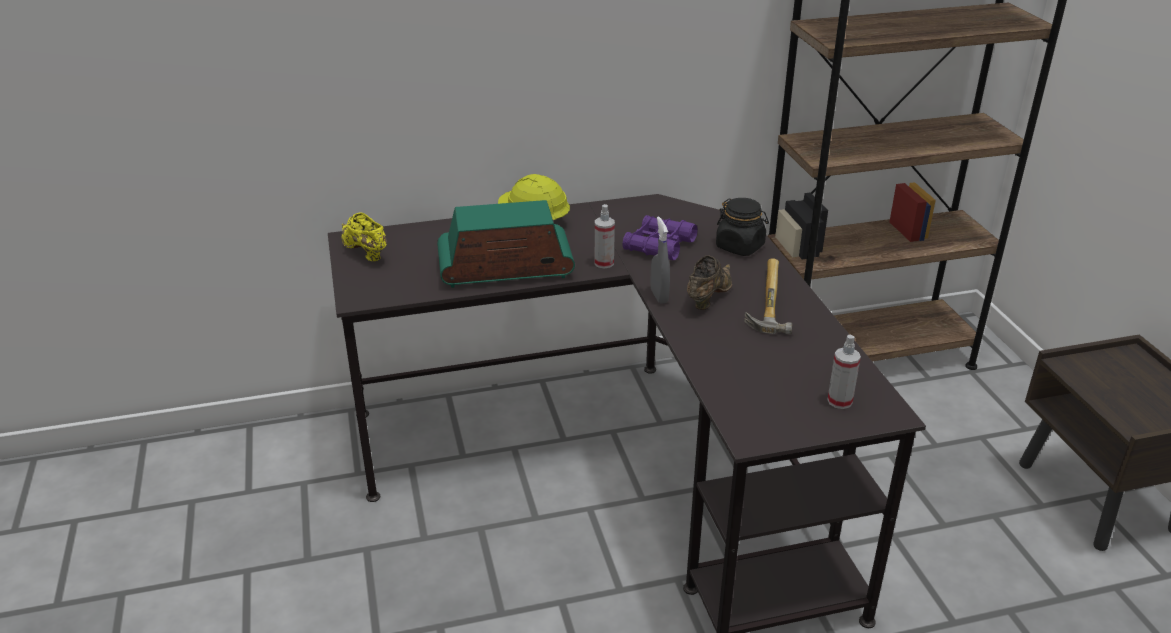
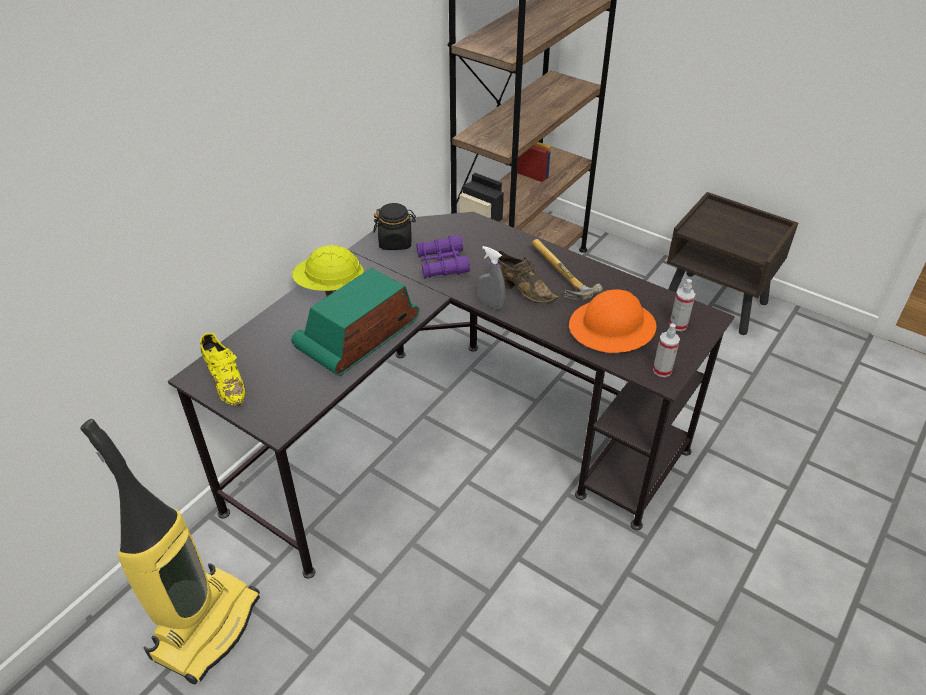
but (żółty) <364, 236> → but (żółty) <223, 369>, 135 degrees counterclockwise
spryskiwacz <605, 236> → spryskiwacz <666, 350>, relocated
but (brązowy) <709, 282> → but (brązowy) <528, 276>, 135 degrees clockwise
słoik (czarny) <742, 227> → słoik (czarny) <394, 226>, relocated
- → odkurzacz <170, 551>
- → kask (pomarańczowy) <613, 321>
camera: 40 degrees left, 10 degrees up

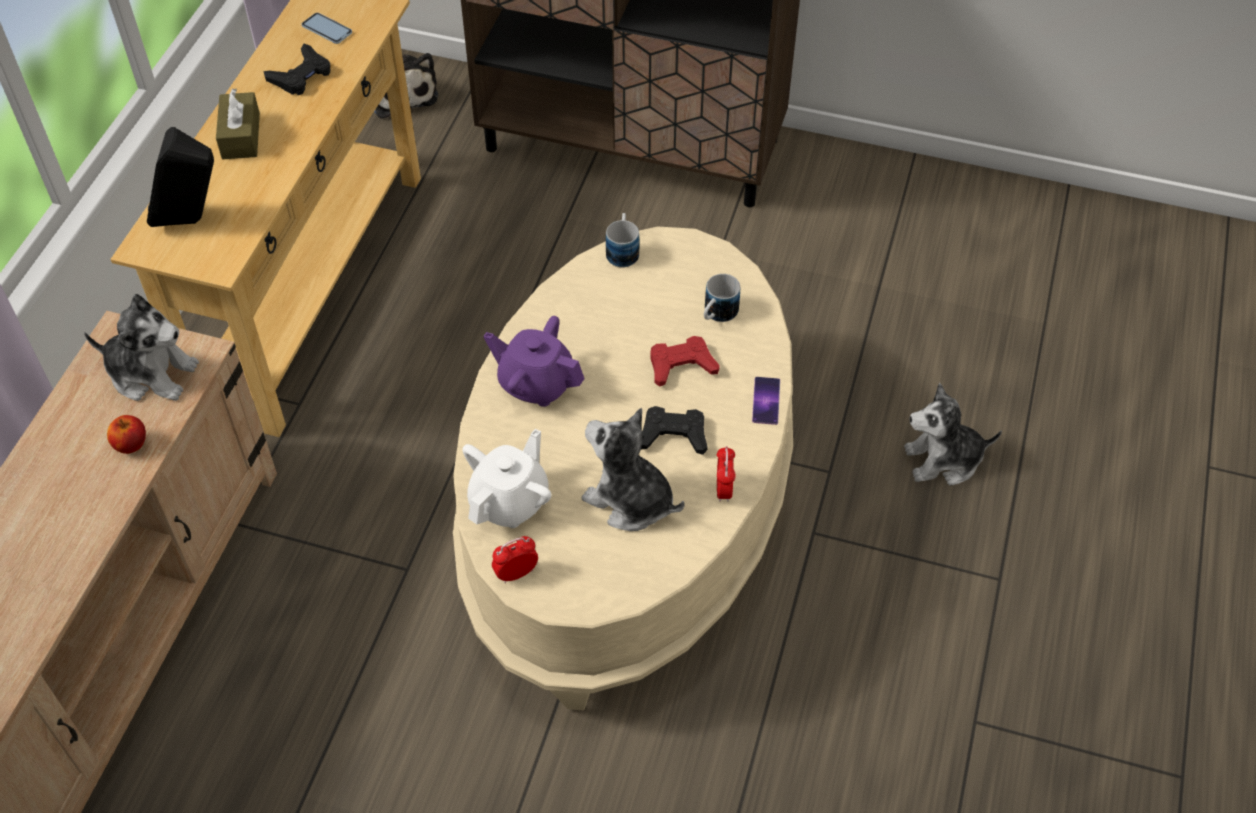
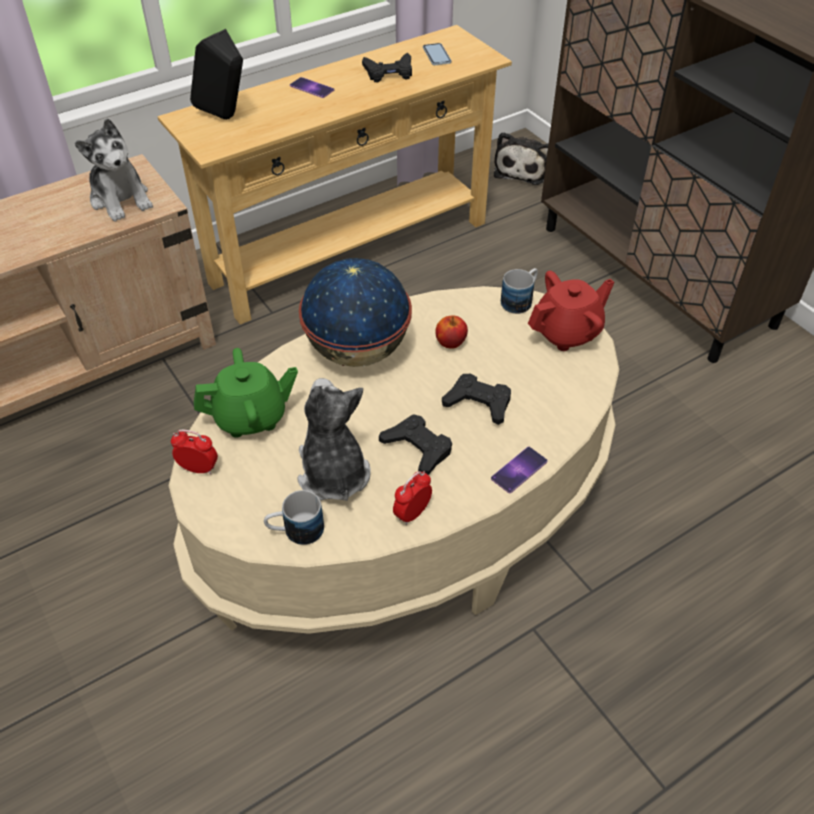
jabłko <126, 434> → jabłko <451, 332>, relocated
pudełko chusteczek (brązowy) <238, 123> → telefon <312, 87>
imbryk (biały) <506, 478> → imbryk (zielony) <246, 393>
imbryk (fioletowy) <534, 361> → globus <355, 312>
pad do gier (czerwony) <685, 361> → pad do gier (czarny) <476, 399>
kubek <722, 298> → kubek <294, 517>, relocated
pluszak <953, 434> → -
- → imbryk (czerwony) <571, 311>
camera: 40 degrees right, 5 degrees down

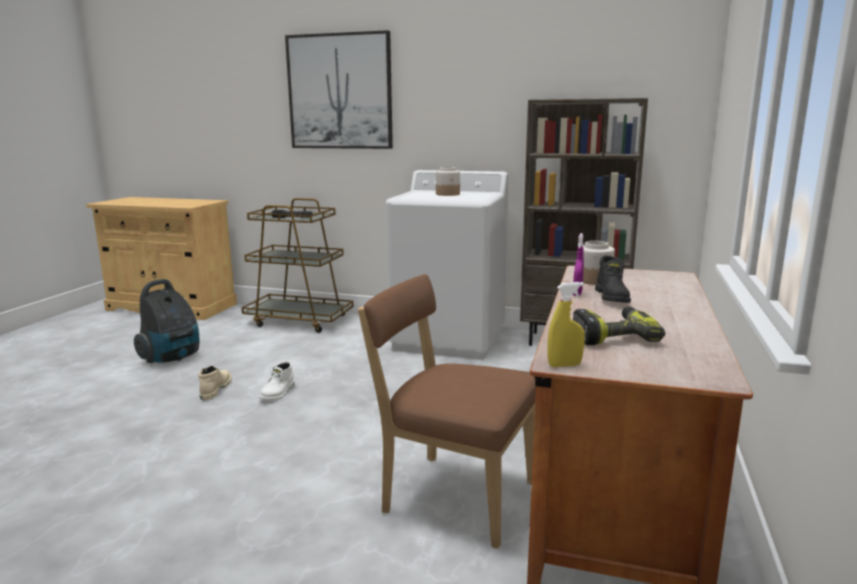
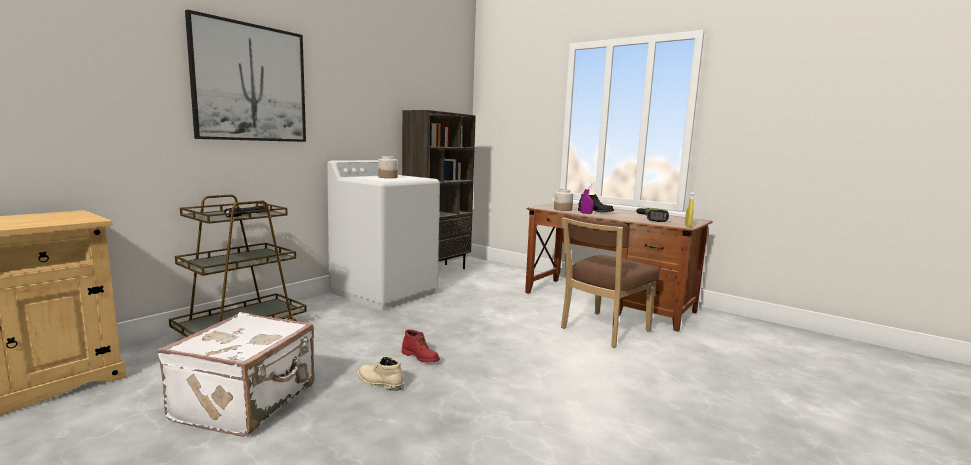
odkurzacz <166, 321> → walizka (biały) <235, 374>
but z cholewką (biały) <276, 381> → but z cholewką (czerwony) <421, 346>
camera: 70 degrees left, 5 degrees down

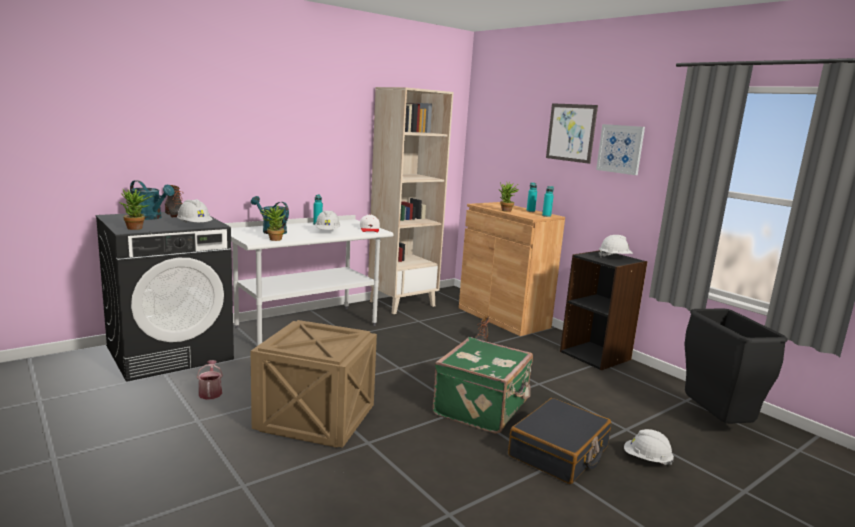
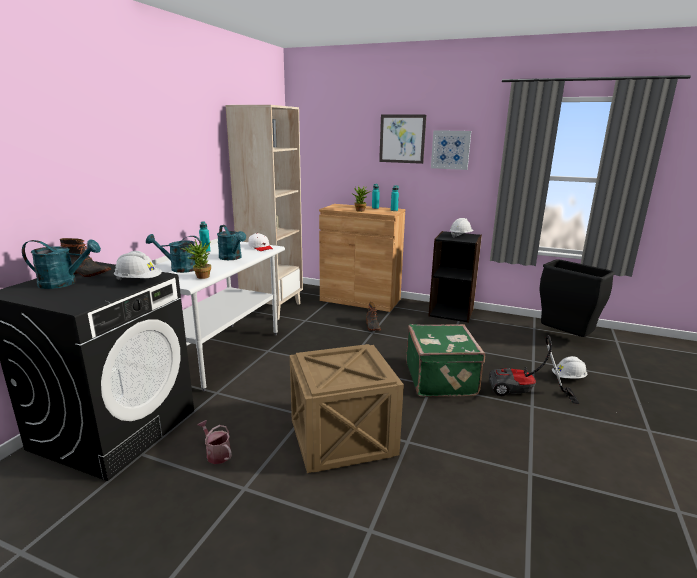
roślina doniczkowa <135, 209> → -
kask (biały) <327, 220> → konewka (turkusowy) <231, 242>
walizka (czarny) <559, 441> → odkurzacz <534, 369>
camera: 30 degrees left, 5 degrees up

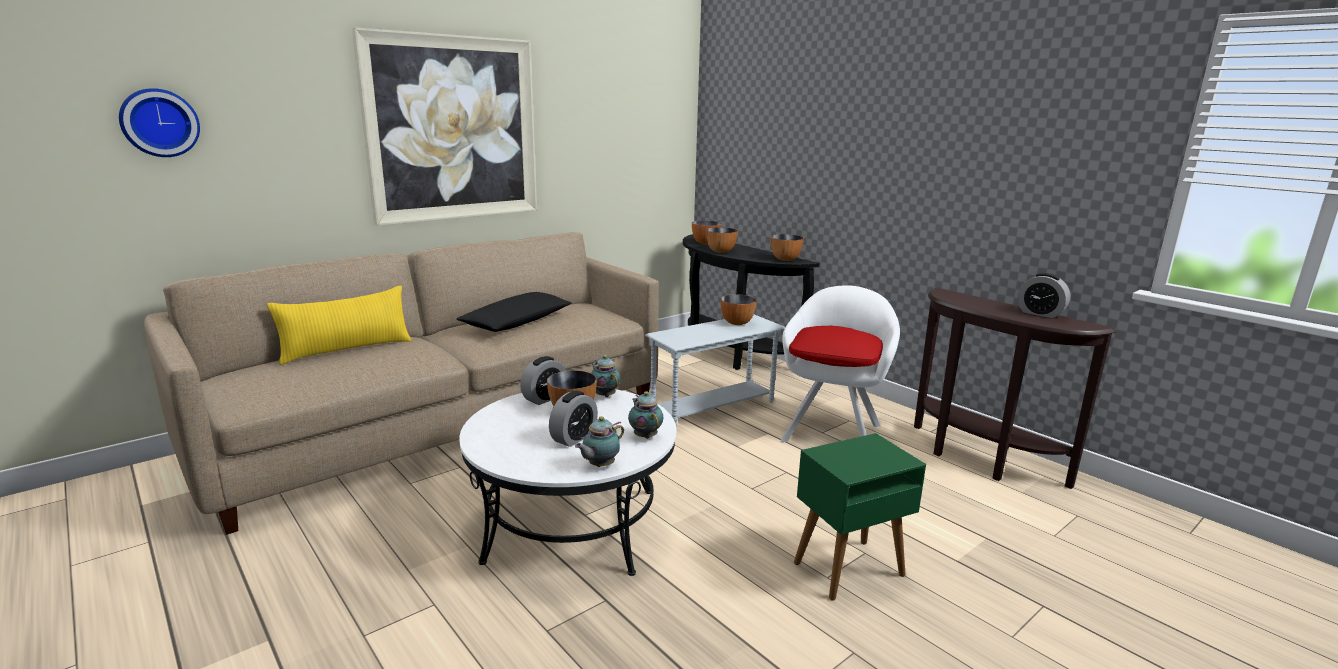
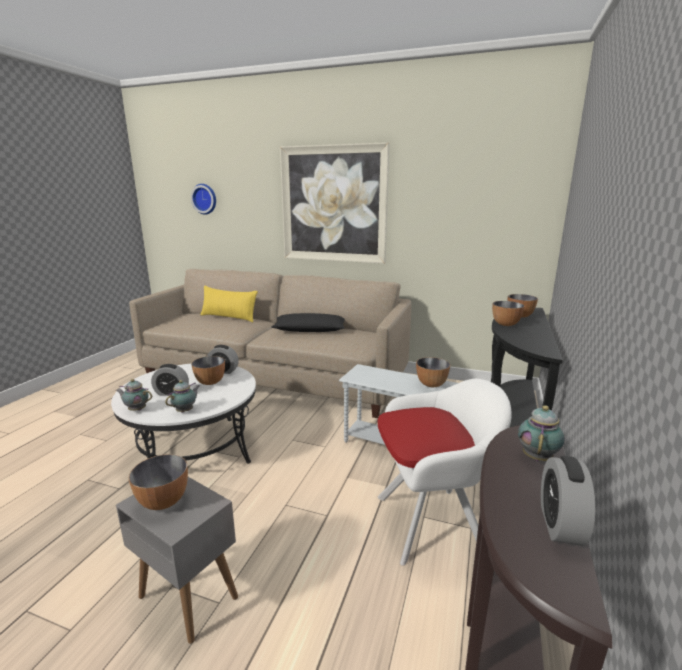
imbryk <606, 376> → imbryk <541, 433>, relocated
miska <787, 247> → miska <158, 482>, relocated
stolik (zielony) <860, 516> → stolik (szary) <177, 560>
camera: 60 degrees right, 0 degrees up

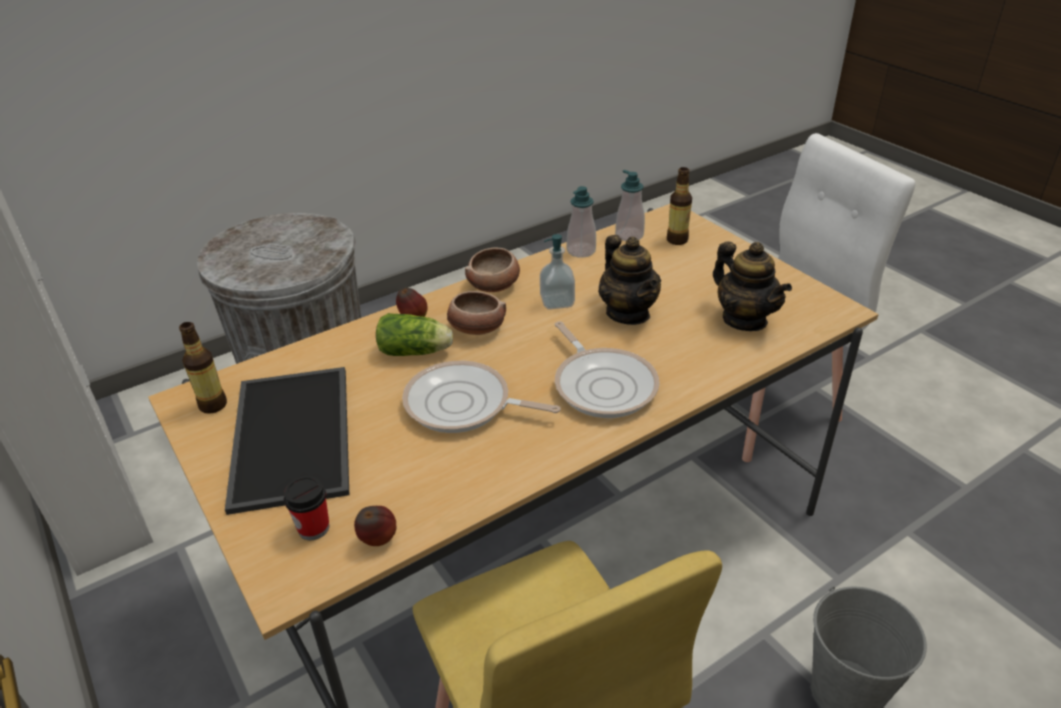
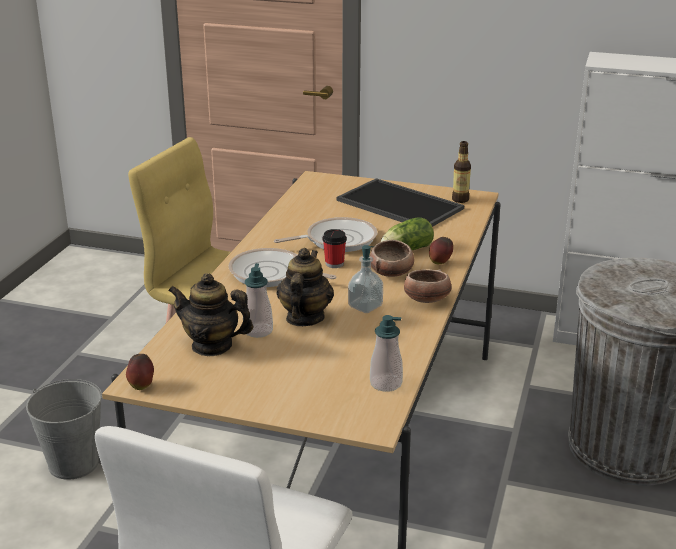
filiżanka <306, 508> → filiżanka <335, 248>, relocated
jabłko <375, 526> → jabłko <140, 372>, relocated
dozownik mydła <581, 222> → dozownik mydła <259, 300>, relocated
imbryk <629, 280> → imbryk <305, 287>, 75 degrees clockwise
butelka <679, 206> → -
camera: 140 degrees right, 10 degrees down

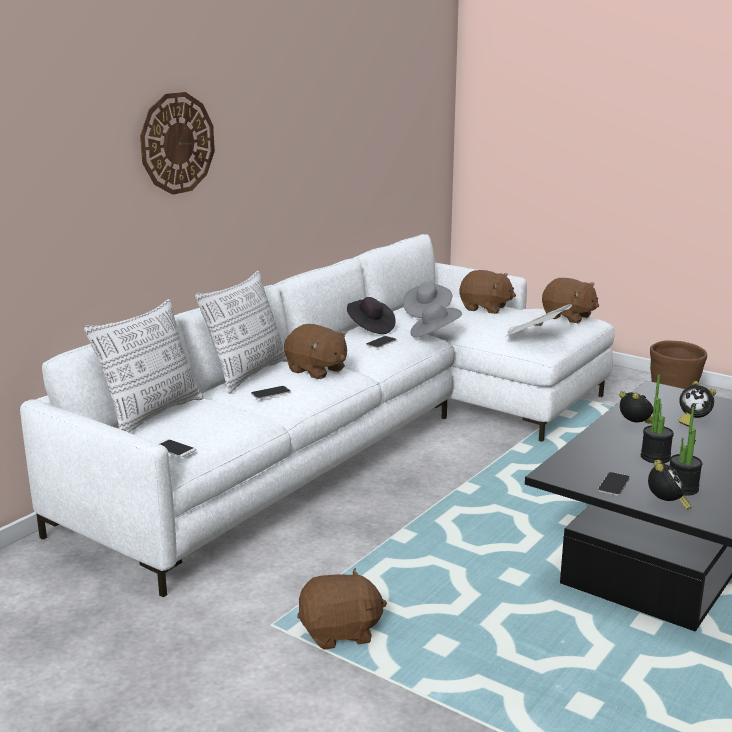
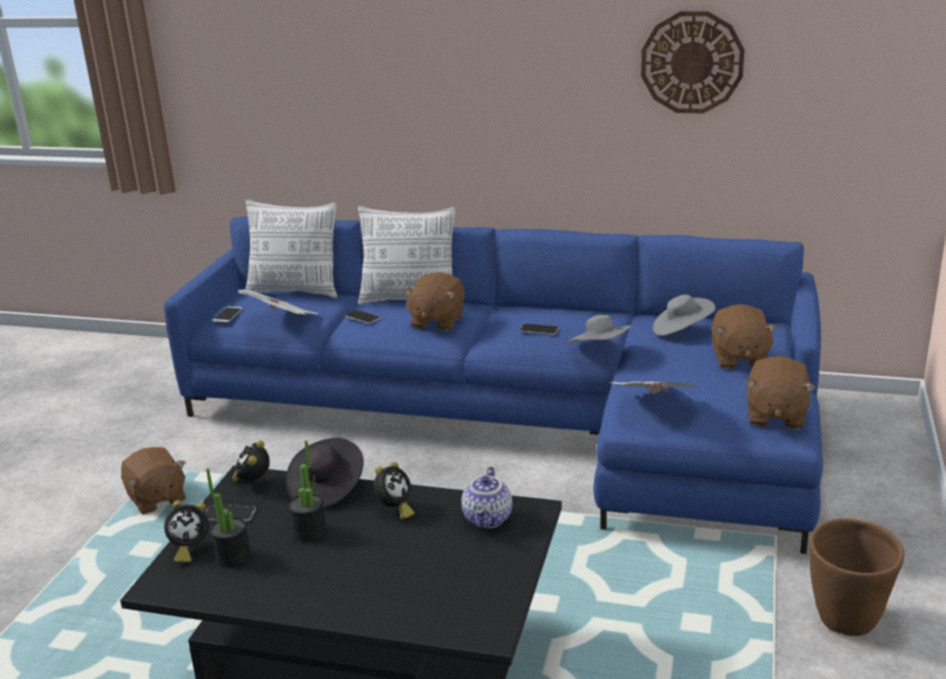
kanapa (biały) <317, 415> → kanapa (niebieski) <493, 385>
zegar ścienny <177, 143> → zegar ścienny <693, 62>, relocated
kapelusz (czarny) <371, 315> → kapelusz (czarny) <325, 473>, relocated
budzik <697, 404> → budzik <251, 461>, relocated
- → gazeta <277, 302>
- → imbryk <486, 497>
camera: 70 degrees right, 5 degrees up

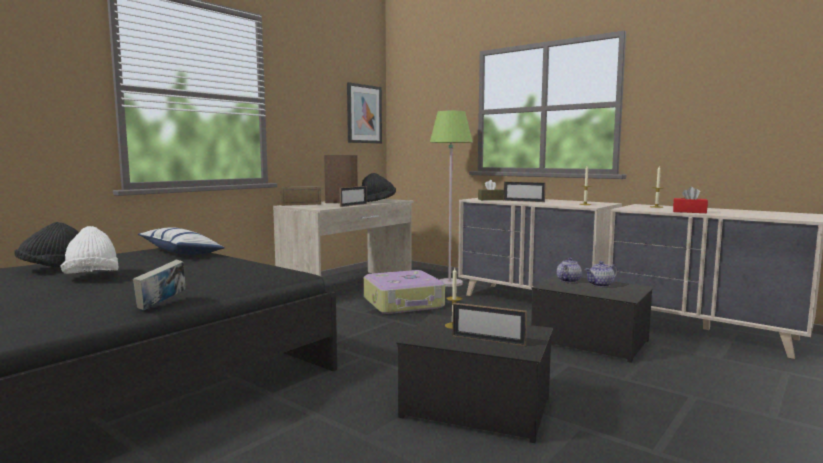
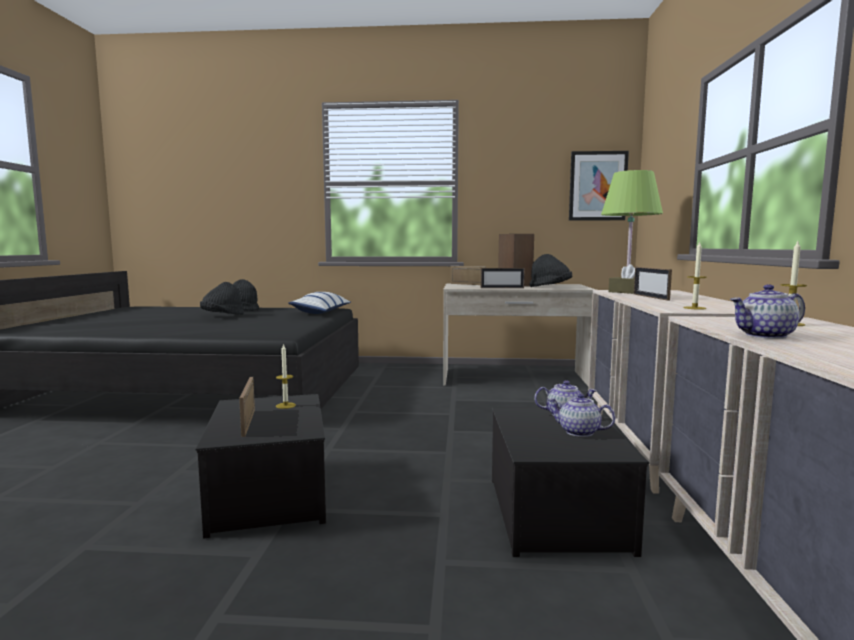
kapelusz (biały) <89, 250> → kapelusz (czarny) <222, 298>
książka <159, 285> → -
walizka <404, 292> → -
pudełko chusteczek (czerwony) <690, 200> → imbryk <767, 312>
camera: 55 degrees right, 0 degrees up

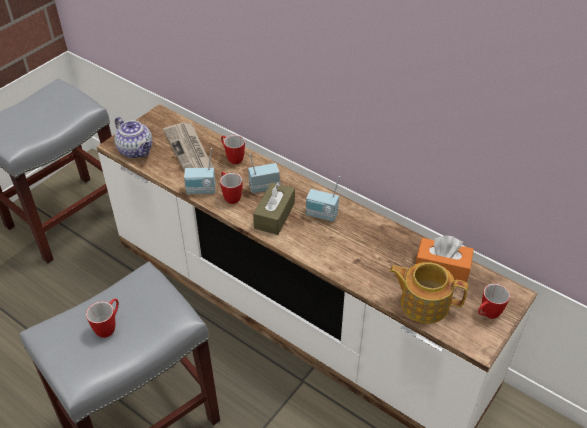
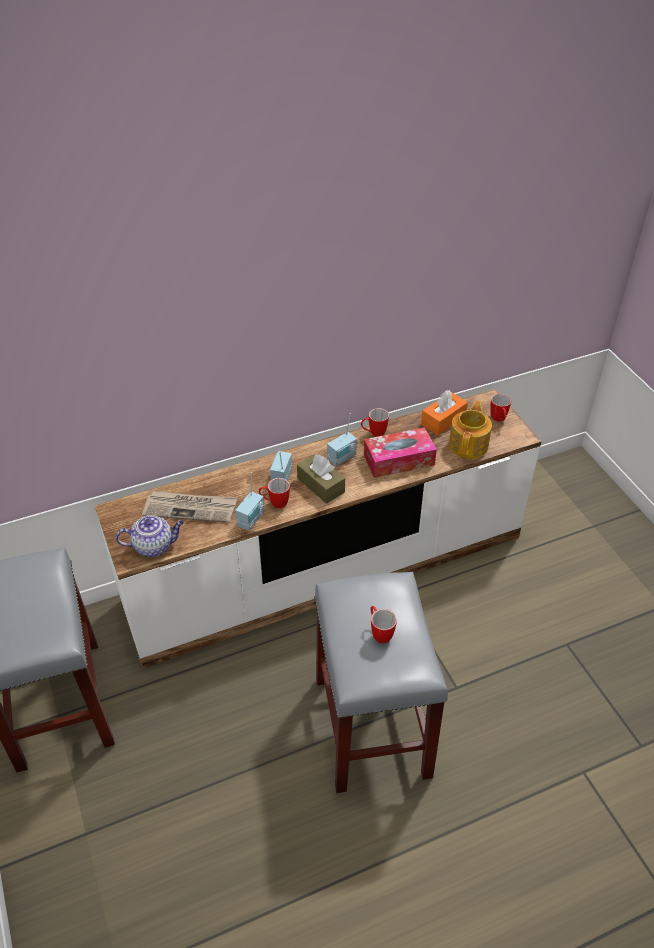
kubek <233, 149> → kubek <375, 422>, relocated
imbryk <428, 293> → imbryk <470, 429>, 150 degrees clockwise
- → pudełko chusteczek <400, 452>
camera: 60 degrees left, 0 degrees up

